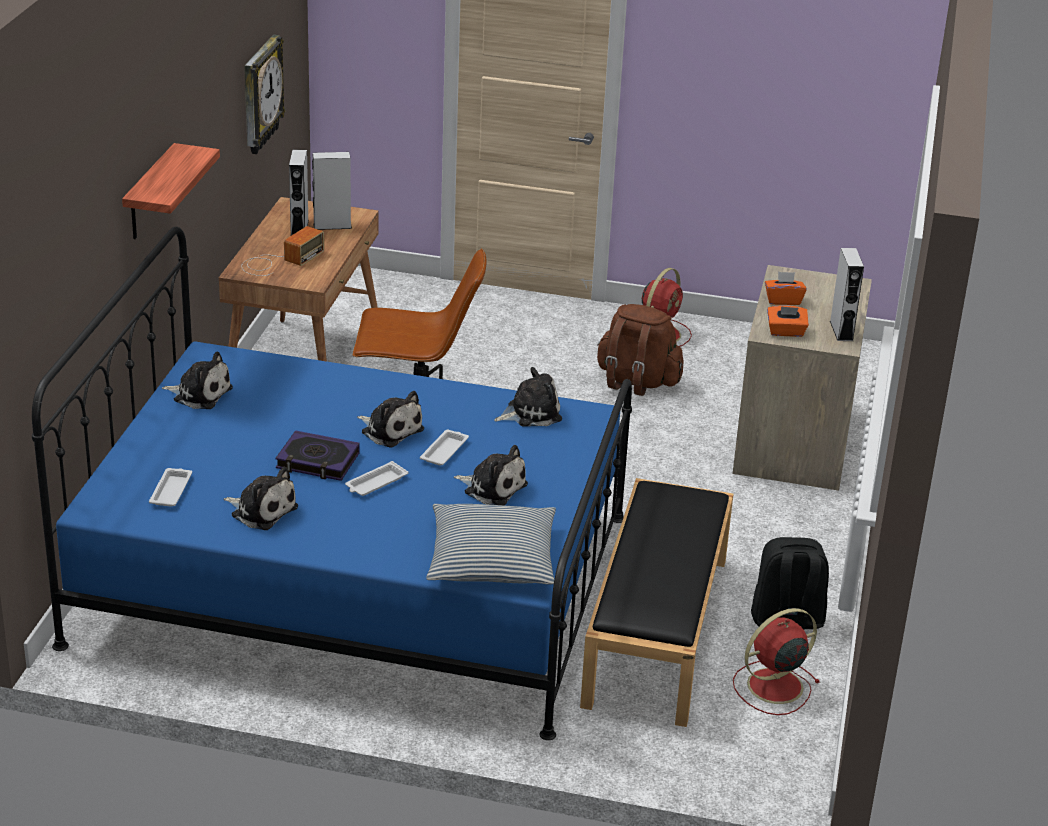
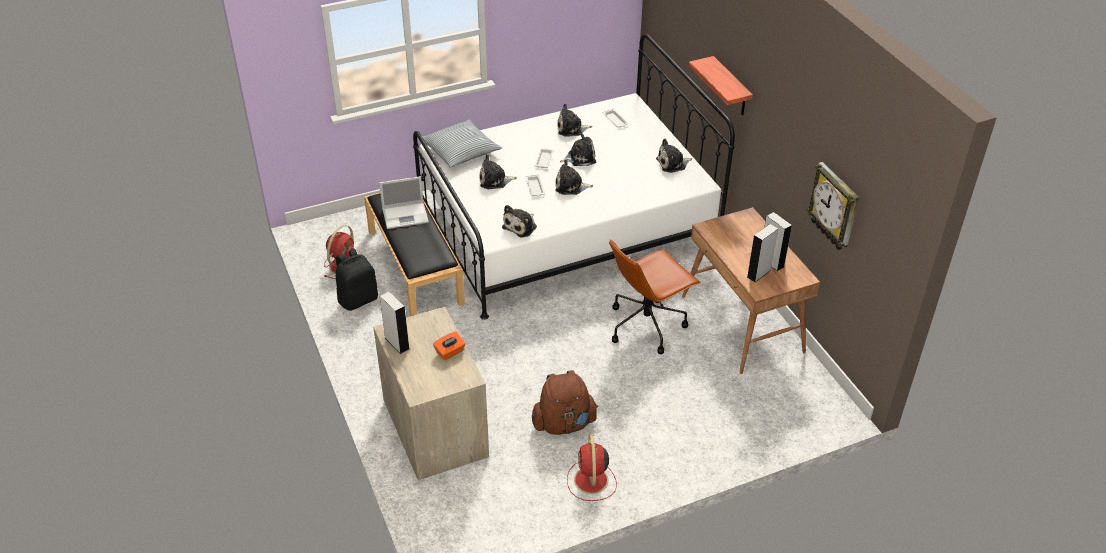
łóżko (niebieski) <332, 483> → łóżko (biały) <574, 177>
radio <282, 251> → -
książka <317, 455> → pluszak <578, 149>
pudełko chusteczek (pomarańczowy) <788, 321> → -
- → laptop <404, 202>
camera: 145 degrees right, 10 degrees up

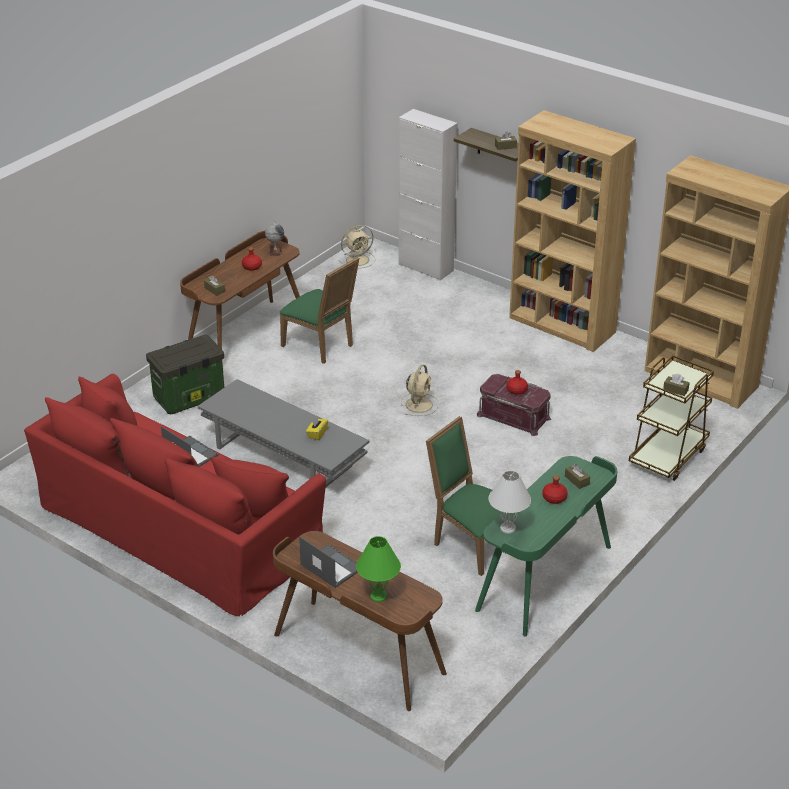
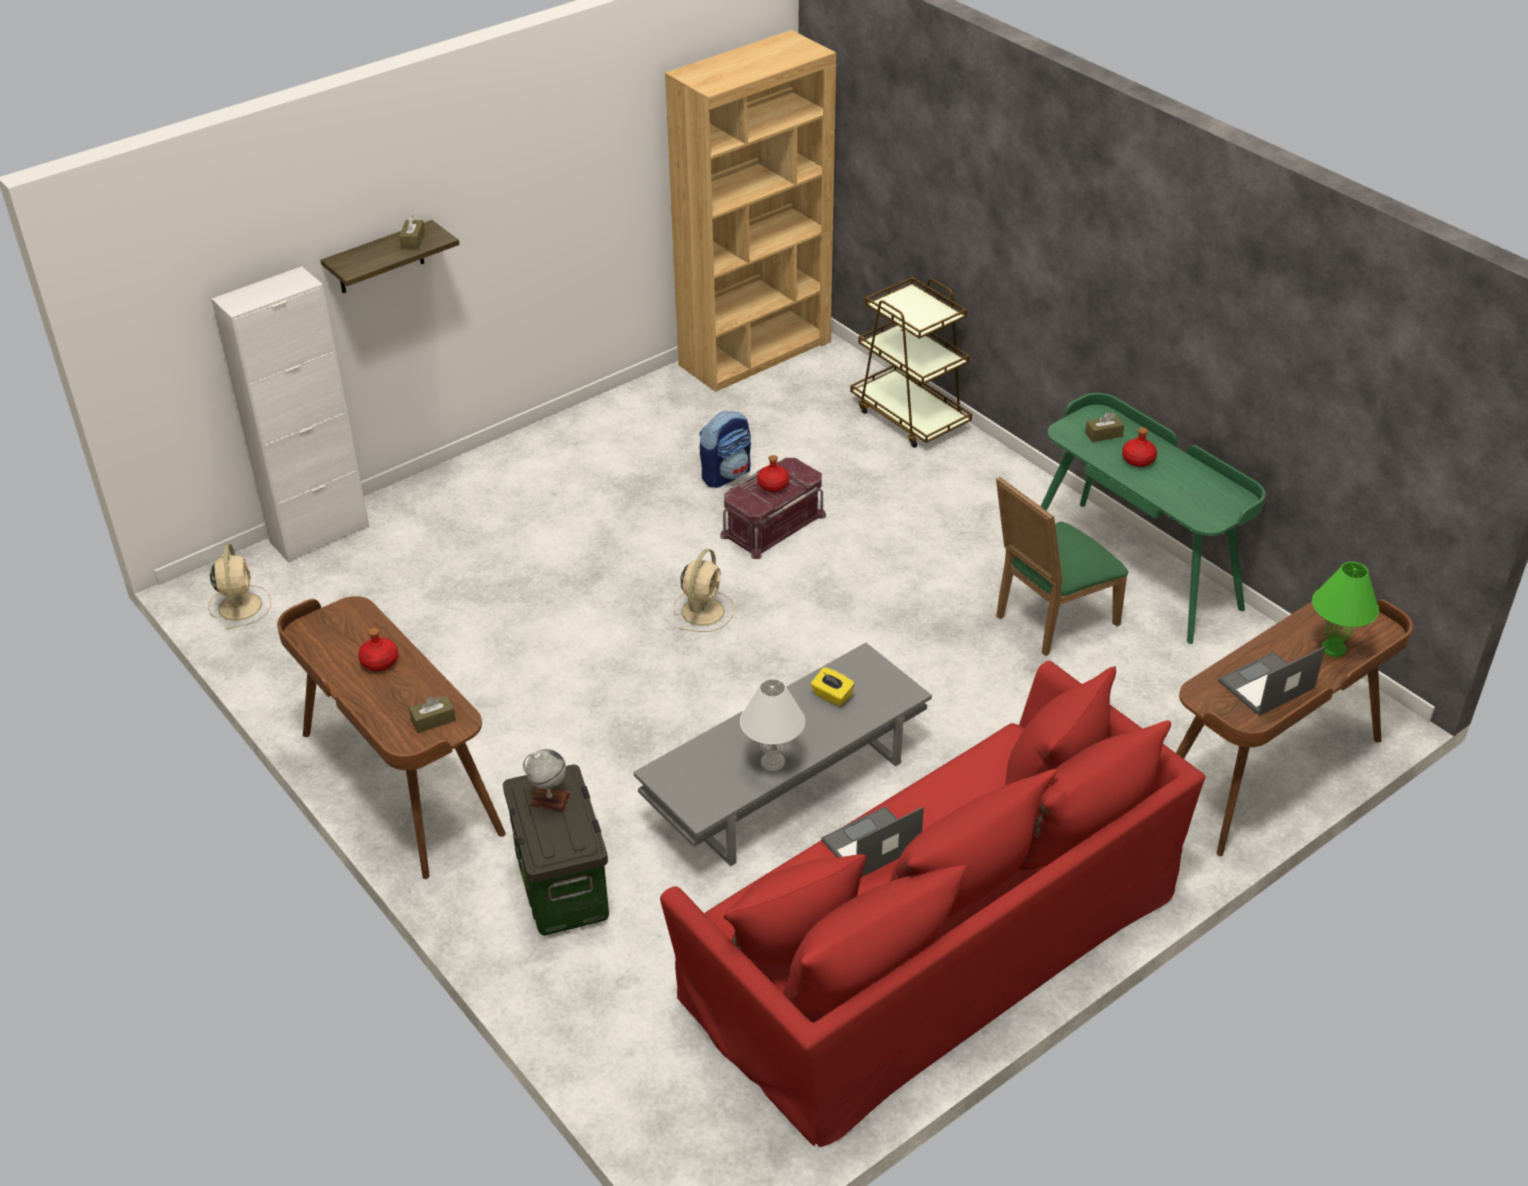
globus <274, 238> → globus <547, 780>, relocated
krzesło (zielony) <319, 310> → -
wentylator (beżowy) <420, 390> → wentylator (beżowy) <704, 590>, 75 degrees clockwise
lampa stołowa (biały) <510, 502> → lampa stołowa (biały) <772, 725>, relocated
regał (brązowy) <572, 231> → -
pudełko chusteczek (brązowy) <676, 385> → -
- → plecak <725, 449>
camera: 75 degrees left, 5 degrees up

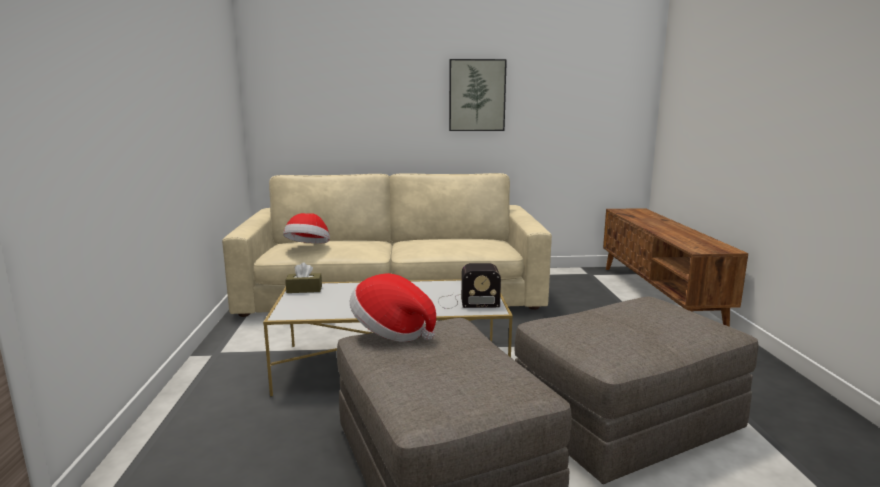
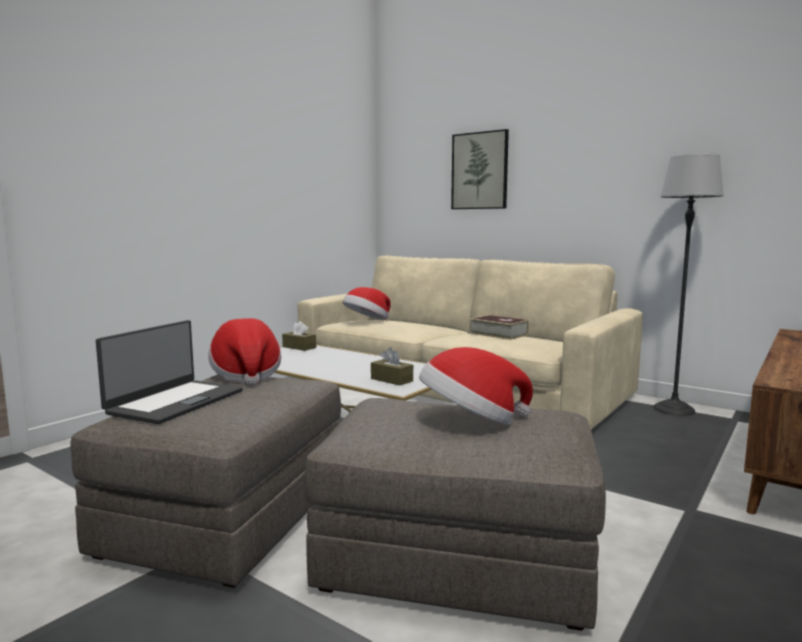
radio <469, 286> → pudełko chusteczek (brązowy) <392, 366>
obraz <478, 95> → obraz <480, 169>, relocated
- → laptop <169, 372>
- → kapelusz <476, 386>
- → książka <499, 327>
- → lampa stojąca <688, 284>
camera: 40 degrees right, 5 degrees down

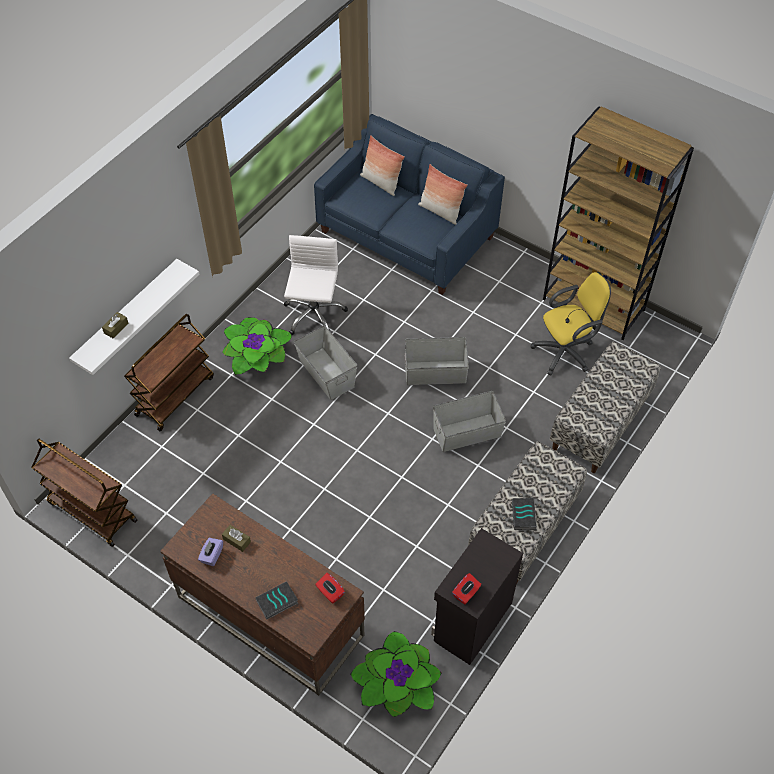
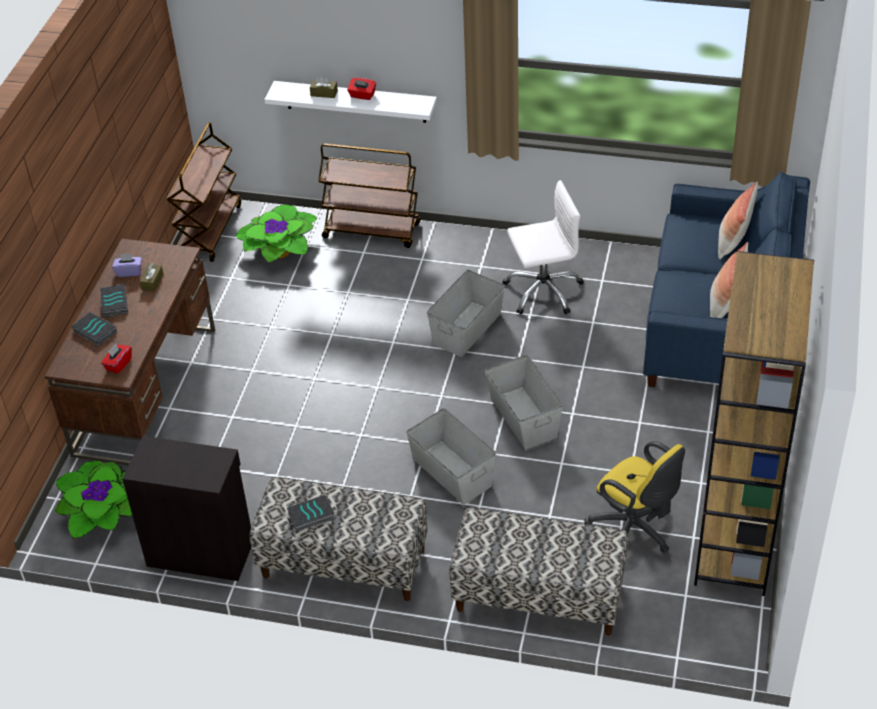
roślina doniczkowa <257, 346> → roślina doniczkowa <276, 233>, relocated
pudełko chusteczek (czerwony) <466, 588> → pudełko chusteczek (czerwony) <361, 89>, relocated
- → książka <114, 300>
camera: 70 degrees right, 10 degrees down

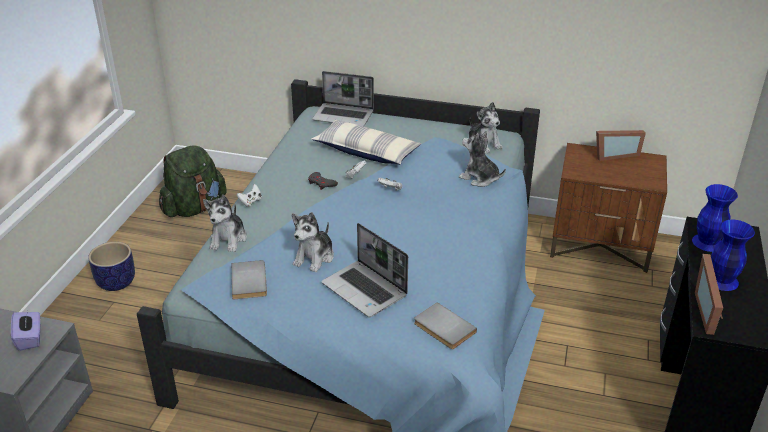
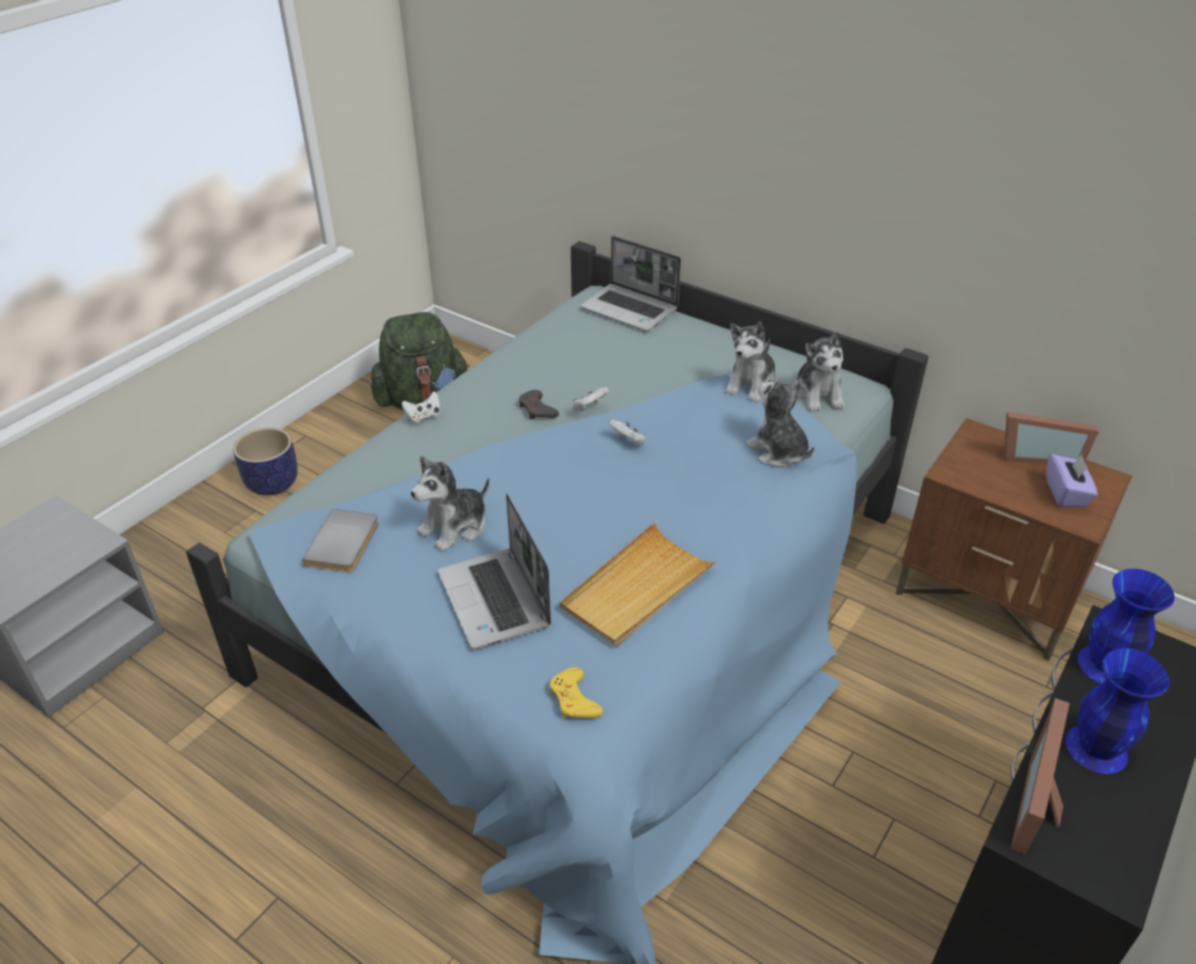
pudełko chusteczek (fioletowy) <25, 331> → pudełko chusteczek (fioletowy) <1072, 480>, relocated
pluszak <225, 223> → pluszak <751, 362>, relocated
poduszka <366, 142> → -
książka (szary) <445, 325> → pad do gier (żółty) <576, 692>
- → taca (beżowy) <639, 584>
camera: 20 degrees right, 5 degrees up

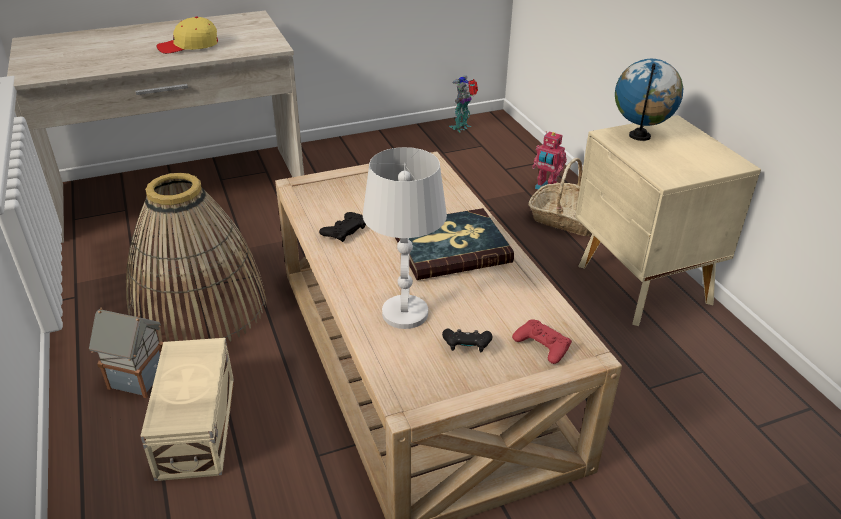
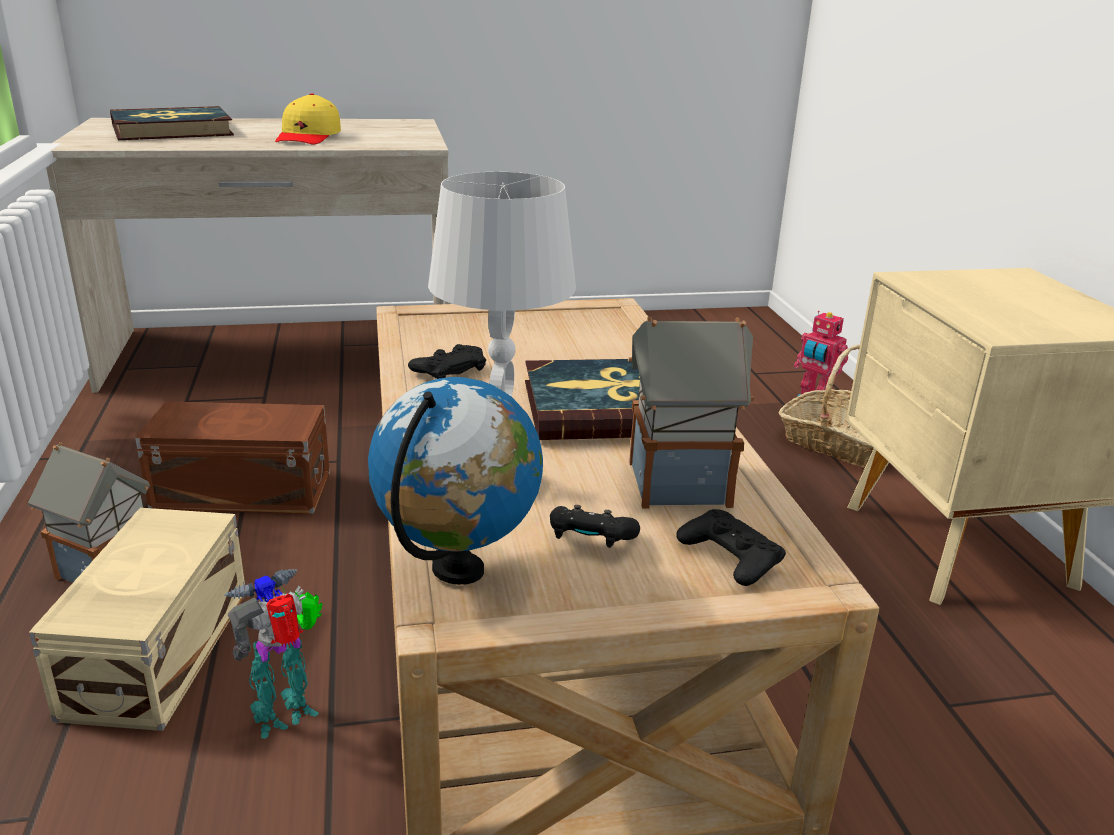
koszyk <196, 257> → pojemnik do przechowywania (brązowy) <232, 457>
czapka z daszkiem (żółty) <187, 35> → czapka z daszkiem (żółty) <308, 119>, 75 degrees counterclockwise
robot zabawkowy <463, 103> → robot zabawkowy <273, 654>, relocated
pad do gier (czerwony) <542, 341> → pad do gier (czarny) <731, 547>
globus <649, 100> → globus <455, 481>, relocated
- → książka <172, 123>
- → domek <691, 413>
camera: 10 degrees right, 10 degrees down

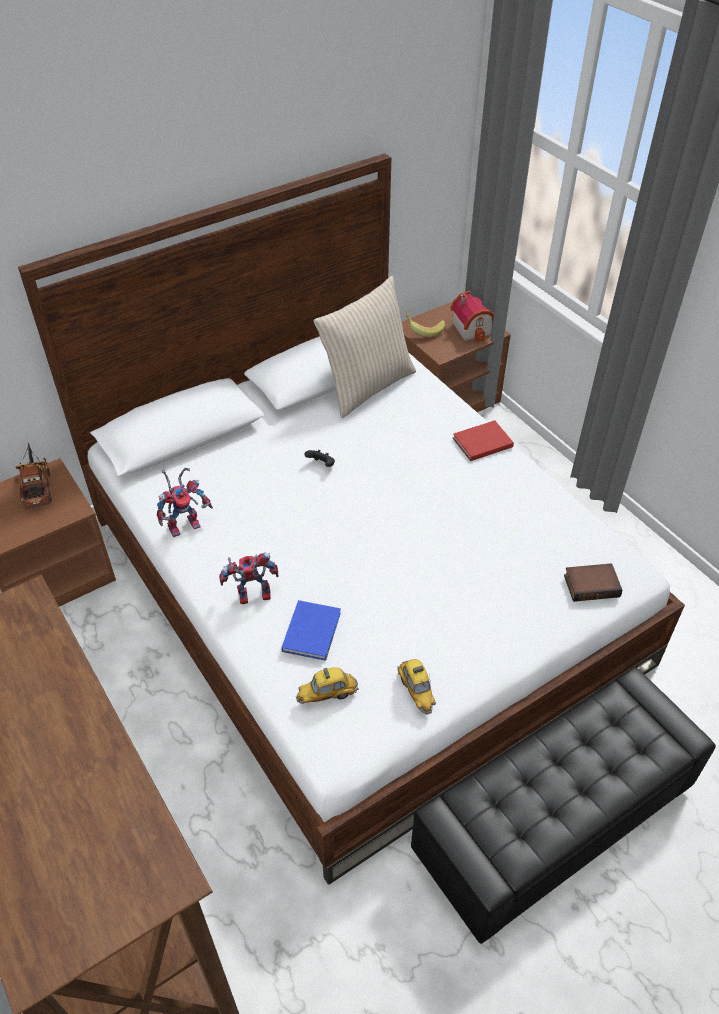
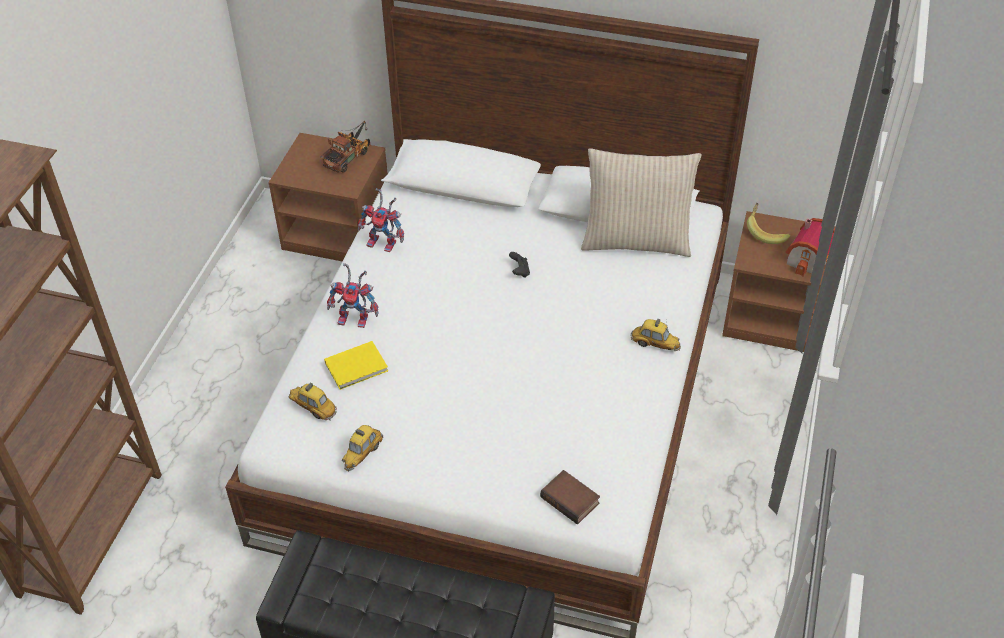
robot zabawkowy <248, 578> → robot zabawkowy <352, 295>, 150 degrees clockwise
książka (niebieski) <311, 630> → książka (żółty) <356, 365>
książka (czerwony) <483, 440> → samochodzik <656, 335>
camera: 50 degrees right, 0 degrees up

